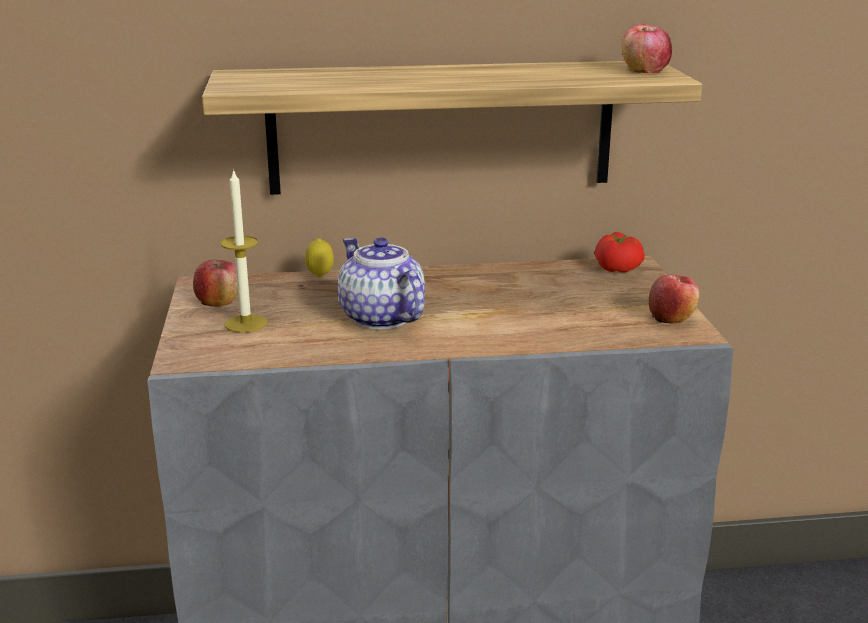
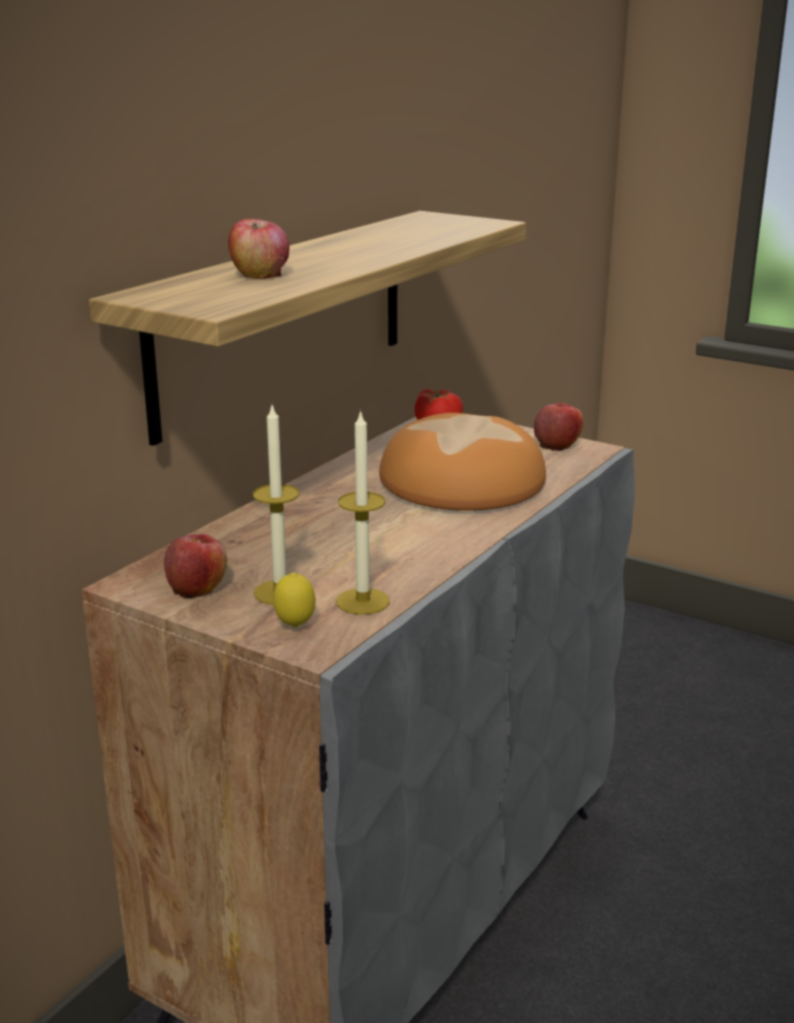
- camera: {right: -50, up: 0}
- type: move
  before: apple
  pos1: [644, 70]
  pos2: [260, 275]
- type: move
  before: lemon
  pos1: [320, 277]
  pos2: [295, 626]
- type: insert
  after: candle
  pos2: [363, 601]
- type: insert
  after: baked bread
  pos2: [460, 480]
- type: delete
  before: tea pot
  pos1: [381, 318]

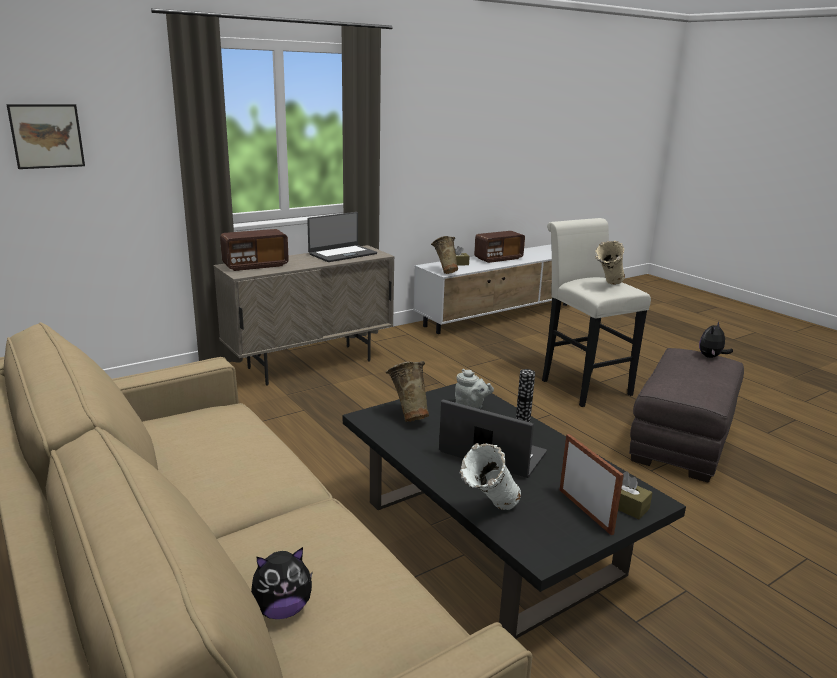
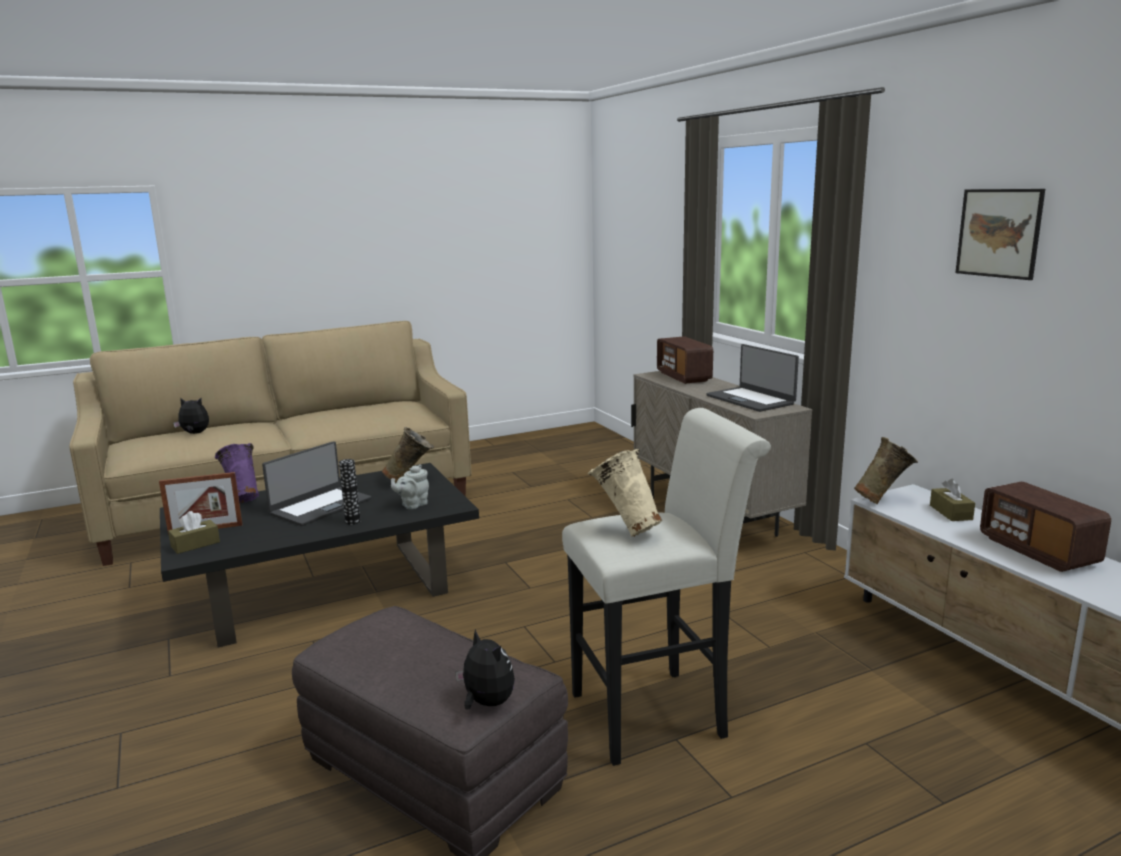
- camera: {right: 100, up: -5}
- type: rotate
  before: plush toy
  pos1: [282, 609]
  pos2: [194, 433]
  turn: 105
- type: recolor
  before: flower vase/white
  after: flower vase/purple
  pos1: [488, 513]
  pos2: [243, 499]
- type: move
  before: wall picture
  pos1: [47, 136]
  pos2: [999, 233]

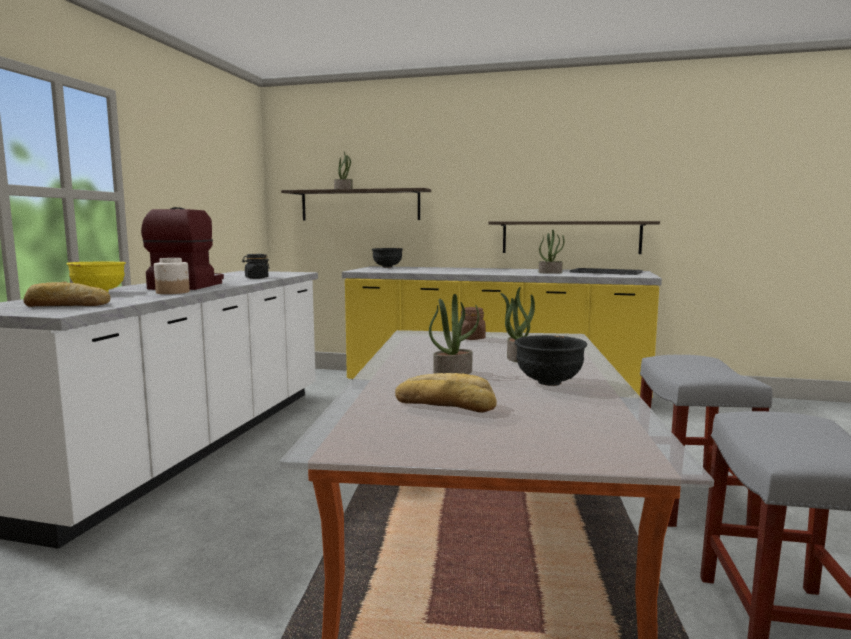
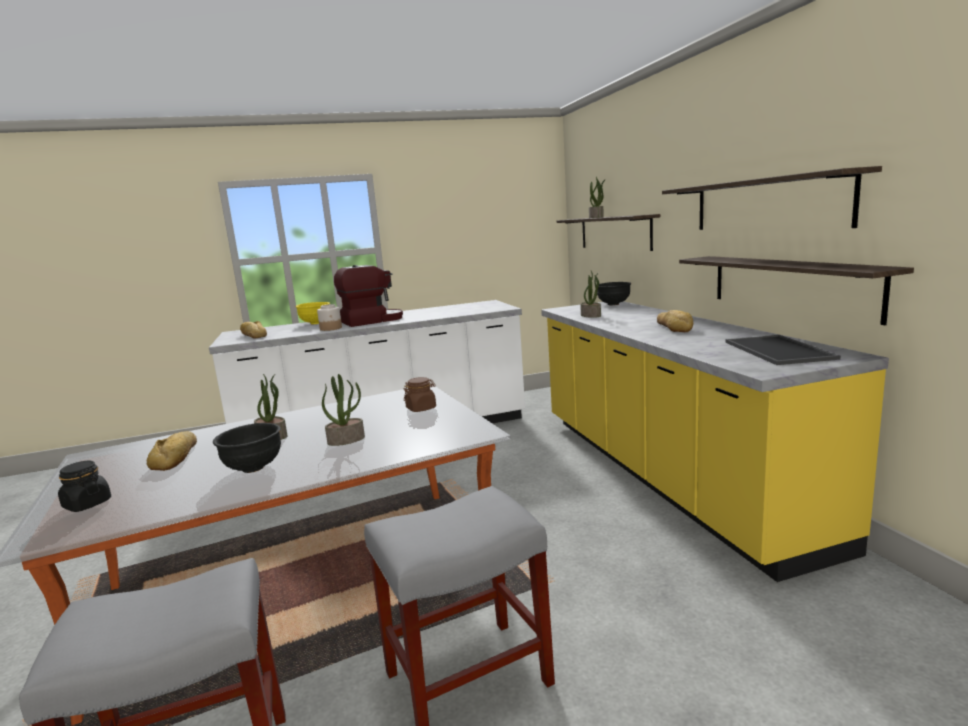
- camera: {right: 60, up: 5}
- type: move
  before: jar/blackish
  pos1: [256, 278]
  pos2: [87, 504]
- type: move
  before: houseplant
  pos1: [550, 272]
  pos2: [591, 315]
- type: insert
  after: baked bread
  pos2: [674, 327]
- type: insert
  after: shelf
  pos2: [767, 204]

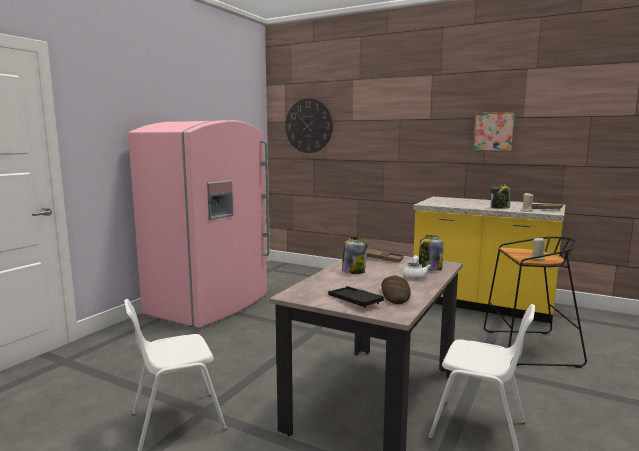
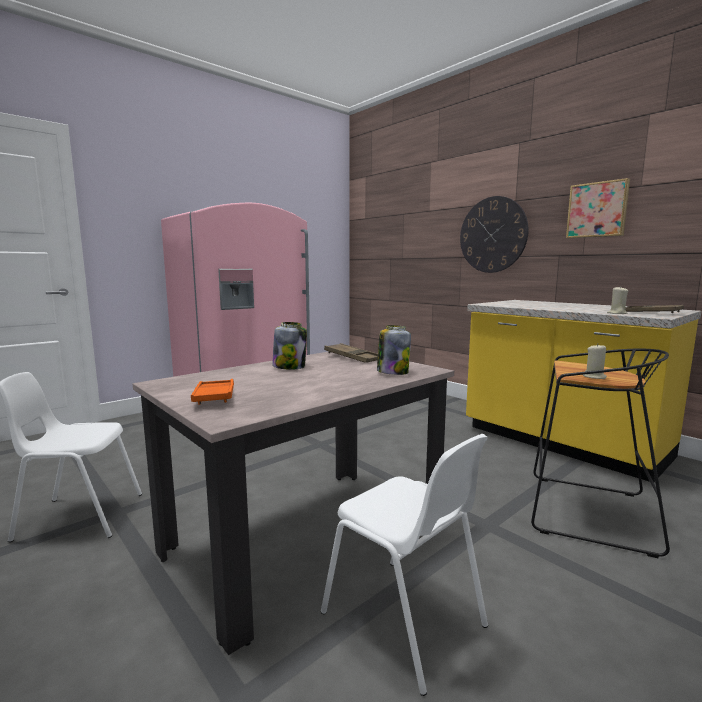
- camera: {right: 20, up: 0}
- type: recolor
  before: tray/blackish
  after: tray/orange-coloured
  pos1: [354, 301]
  pos2: [214, 396]
- type: move
  before: wall clock
  pos1: [308, 125]
  pos2: [492, 235]
- type: delete
  before: baked bread
  pos1: [395, 294]
- type: delete
  before: tea pot/white
  pos1: [415, 276]
- type: delete
  before: jar
  pos1: [499, 208]

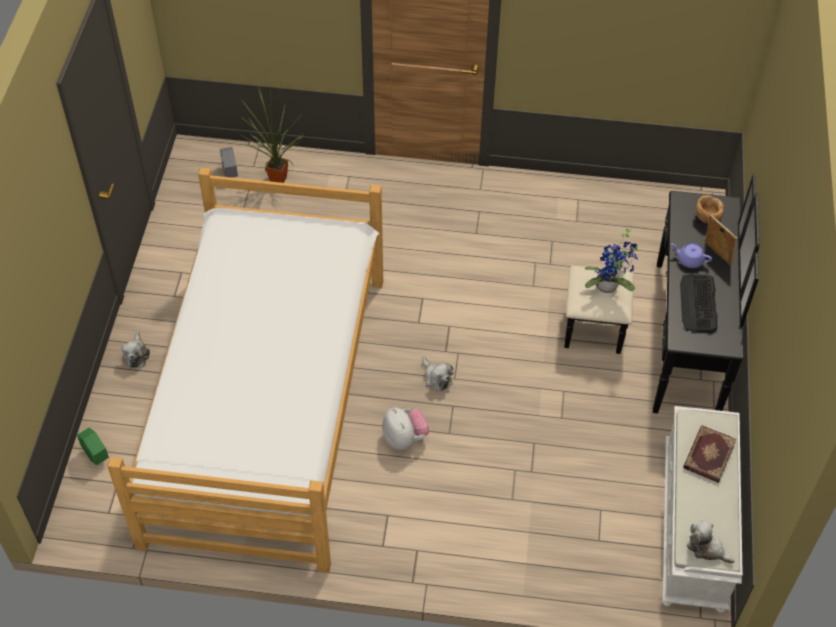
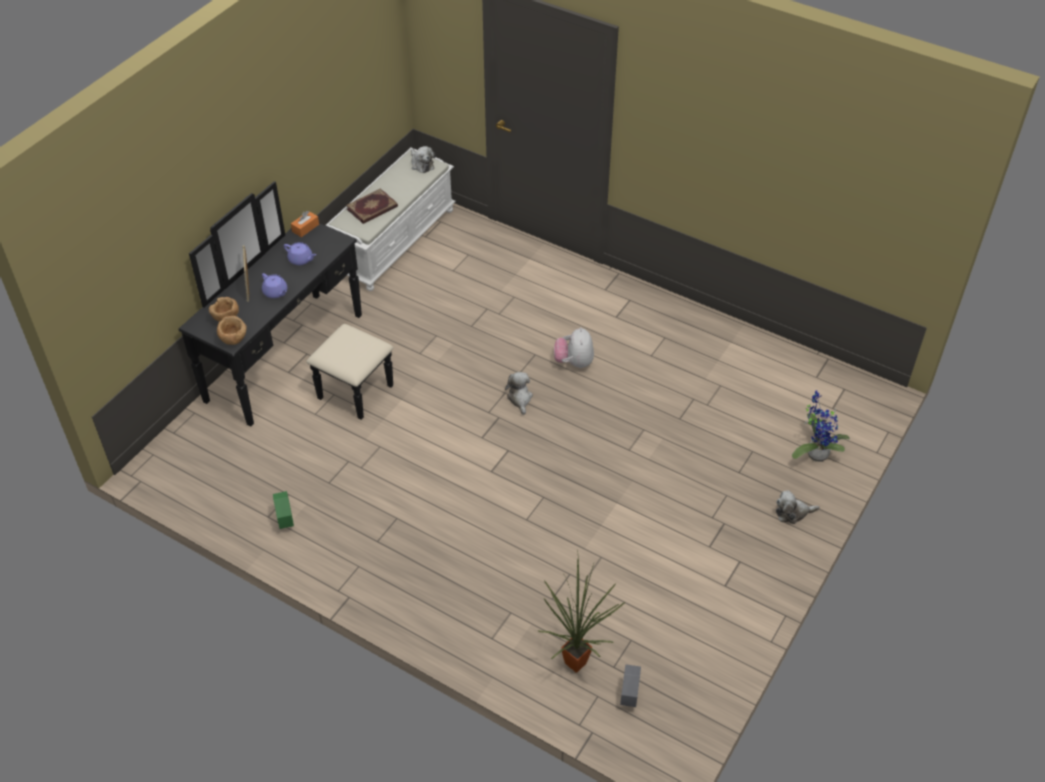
- camera: {right: -155, up: -5}
- type: insert
  after: serving bowl/brownish
  pos2: [234, 340]
- type: move
  before: flower pot/greenish
  pos1: [96, 456]
  pos2: [285, 521]
- type: replace
  before: keyboard
  after: tea pot/purple
  pos1: [698, 304]
  pos2: [301, 260]
- type: insert
  after: tissue holder/orange-coloured
  pos2: [305, 228]
- type: rotate
  before: plush toy
  pos1: [136, 354]
  pos2: [793, 513]
  turn: -120
- type: move
  before: houseplant
  pos1: [609, 287]
  pos2: [815, 453]
- type: delete
  before: sleeping bed
  pos1: [267, 406]

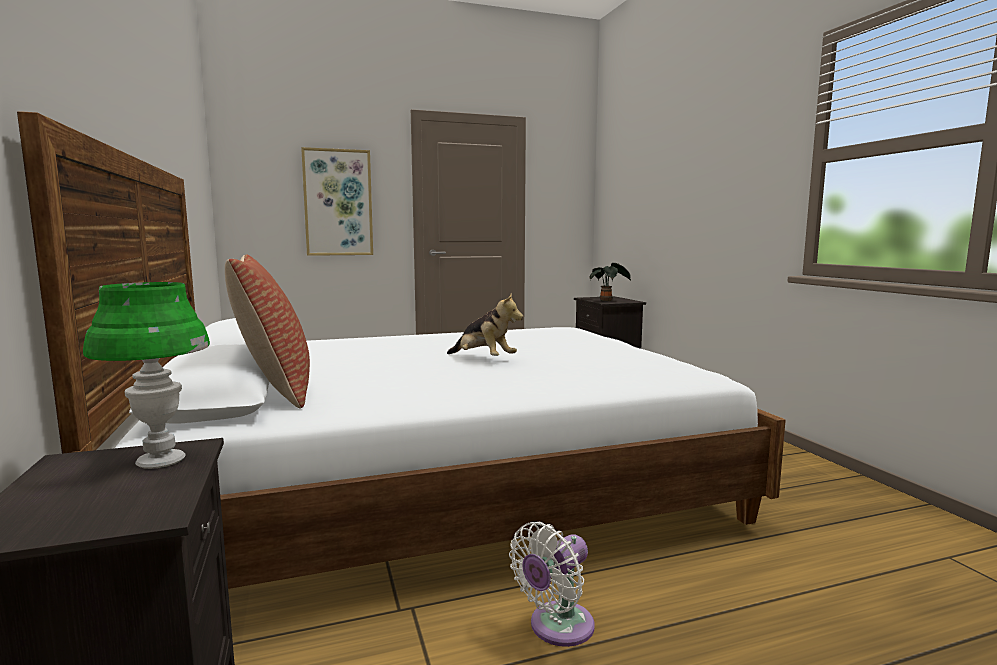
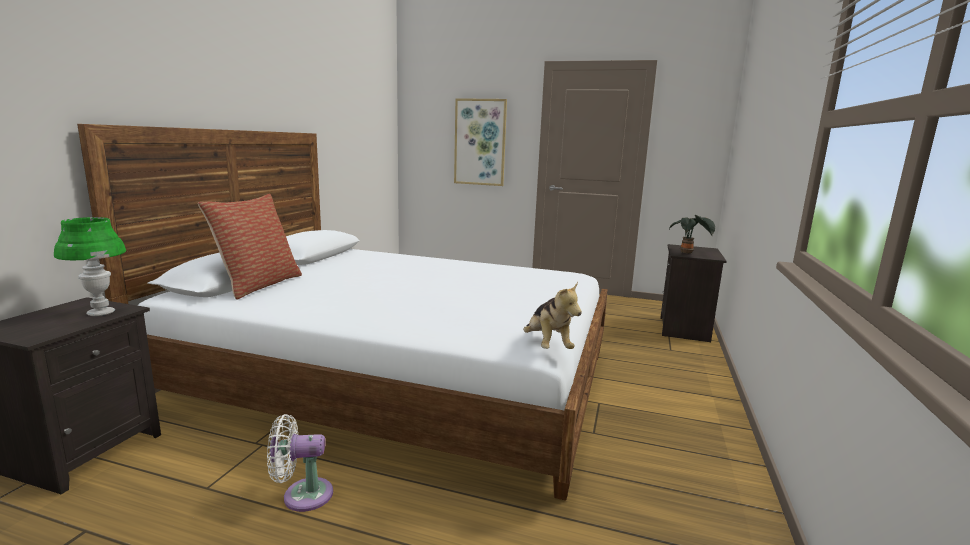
- camera: {right: 35, up: 5}
- type: move
  before: plush toy
  pos1: [483, 359]
  pos2: [547, 345]

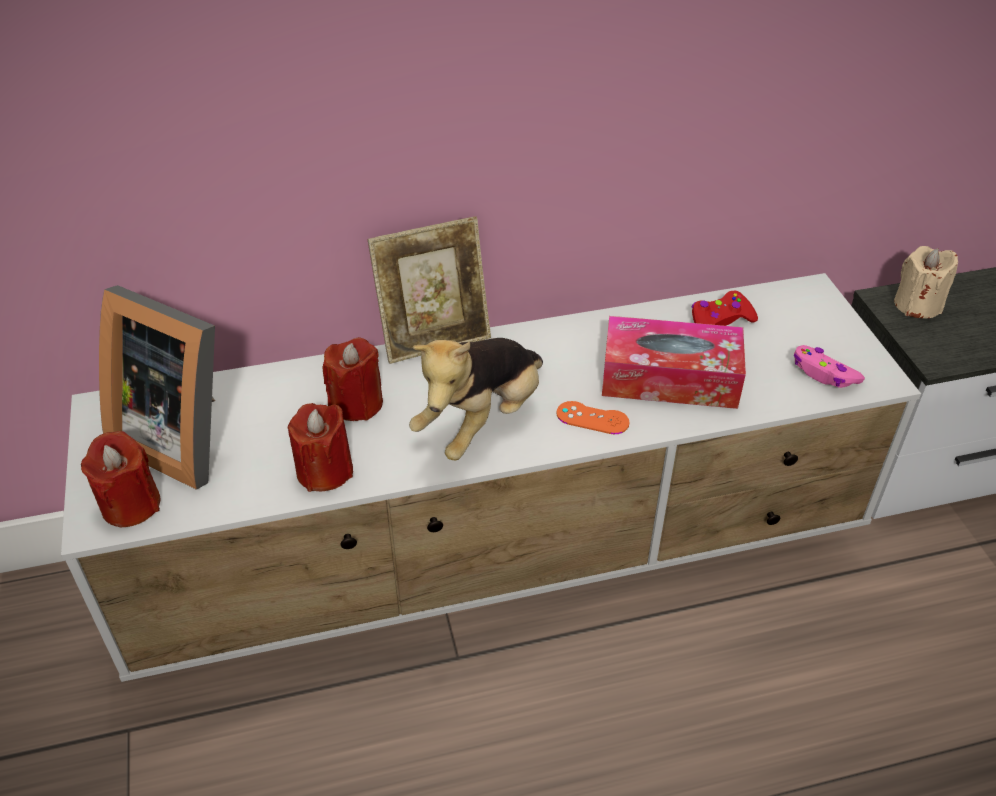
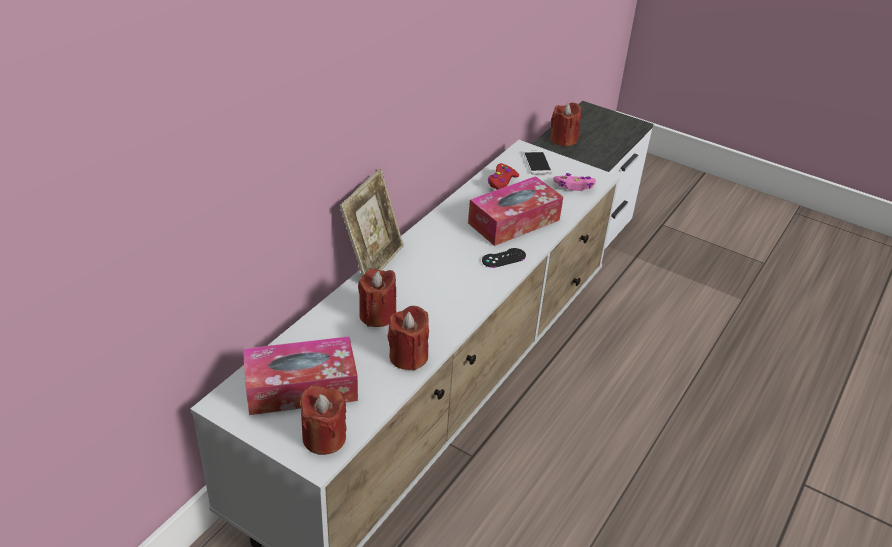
- camera: {right: -45, up: -5}
- type: replace
  before: standing frame
  after: tissue holder
  pos1: [182, 436]
  pos2: [301, 387]
- type: recolor
  before: gamepad/orange-coloured
  after: gamepad/blackish
  pos1: [592, 418]
  pos2: [503, 258]
- type: insert
  after: phone
  pos2: [537, 163]
- type: recolor
  before: candle/sand-coloured
  after: candle/red-coloured
  pos1: [917, 305]
  pos2: [563, 140]
- type: delete
  before: plush toy
  pos1: [481, 421]

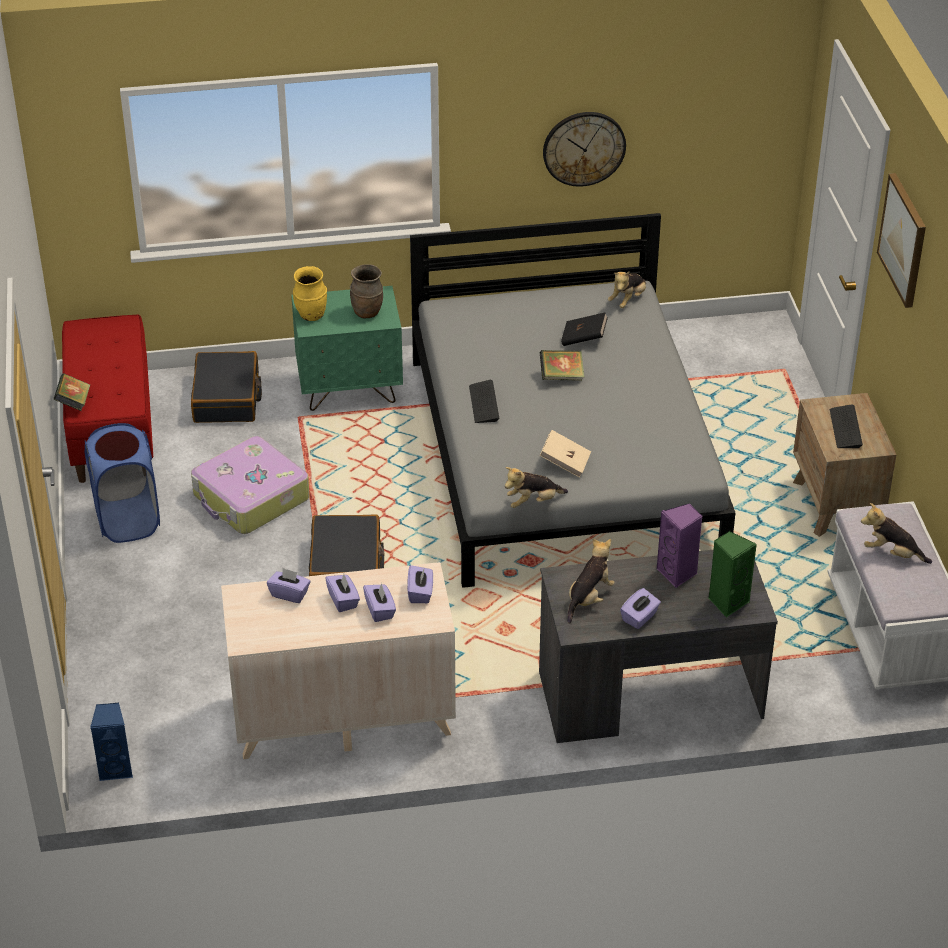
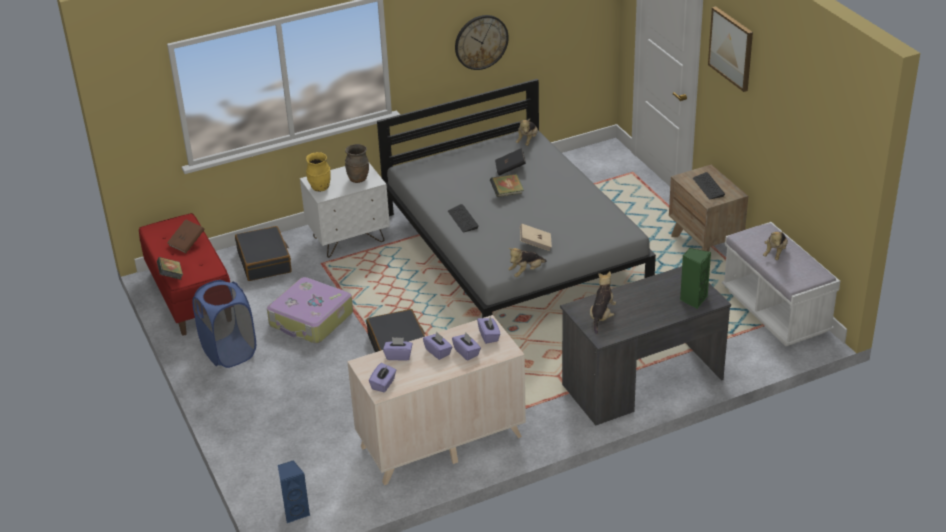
- camera: {right: -15, up: -5}
- type: insert
  after: book/brownish
  pos2: [187, 243]
- type: recolor
  before: bedside table/greenish
  after: bedside table/white
  pos1: [350, 389]
  pos2: [349, 239]
- type: move
  before: tissue holder/purple
  pos1: [640, 617]
  pos2: [383, 384]
- type: rotate
  before: plush toy
  pos1: [892, 553]
  pos2: [775, 253]
  turn: -75
- type: delete
  before: audio speaker/purple
  pos1: [678, 573]

